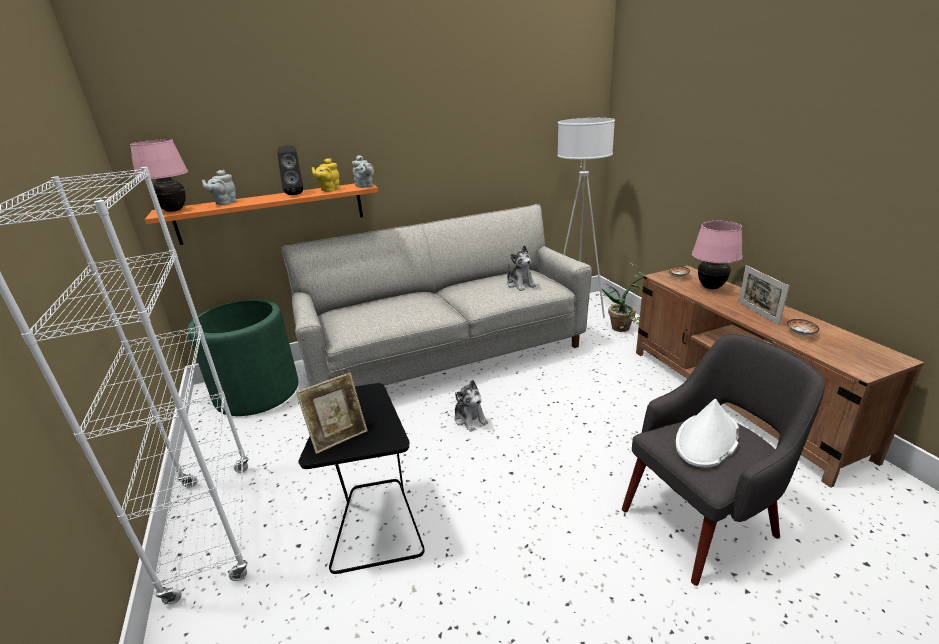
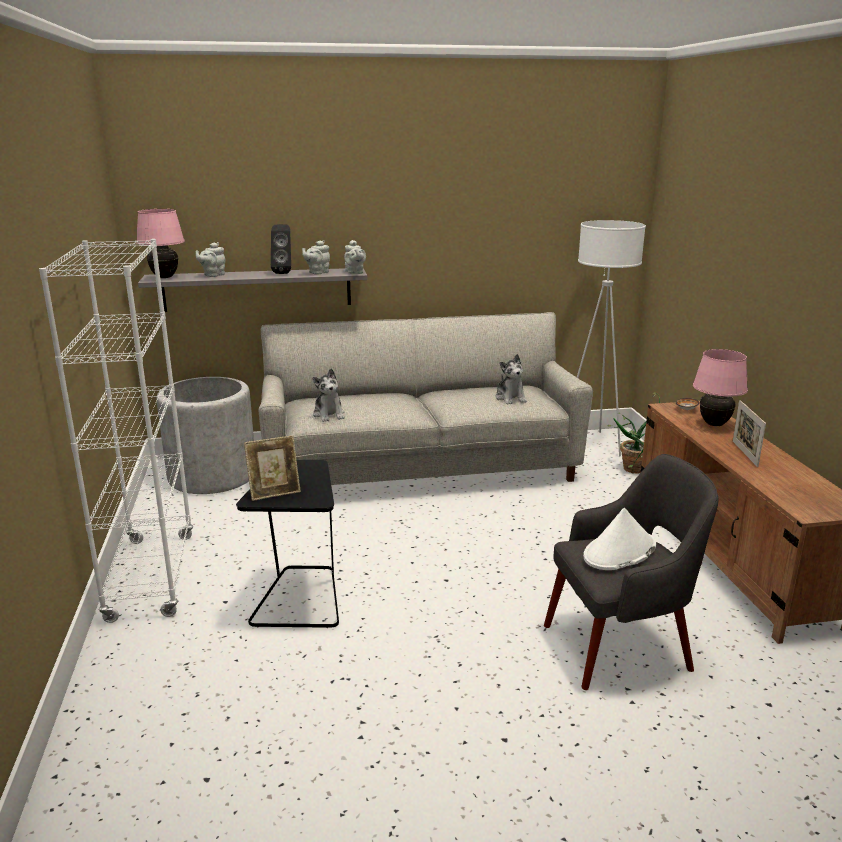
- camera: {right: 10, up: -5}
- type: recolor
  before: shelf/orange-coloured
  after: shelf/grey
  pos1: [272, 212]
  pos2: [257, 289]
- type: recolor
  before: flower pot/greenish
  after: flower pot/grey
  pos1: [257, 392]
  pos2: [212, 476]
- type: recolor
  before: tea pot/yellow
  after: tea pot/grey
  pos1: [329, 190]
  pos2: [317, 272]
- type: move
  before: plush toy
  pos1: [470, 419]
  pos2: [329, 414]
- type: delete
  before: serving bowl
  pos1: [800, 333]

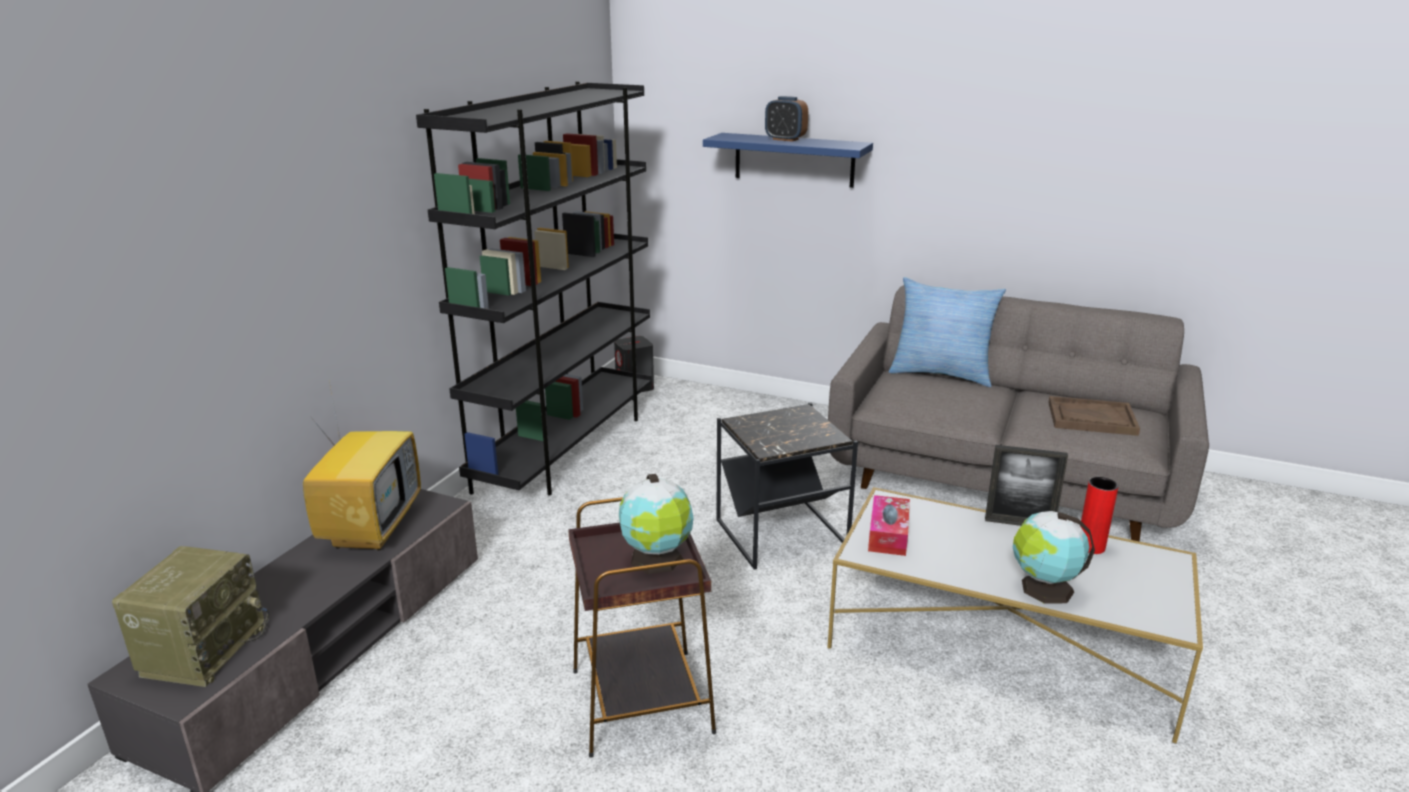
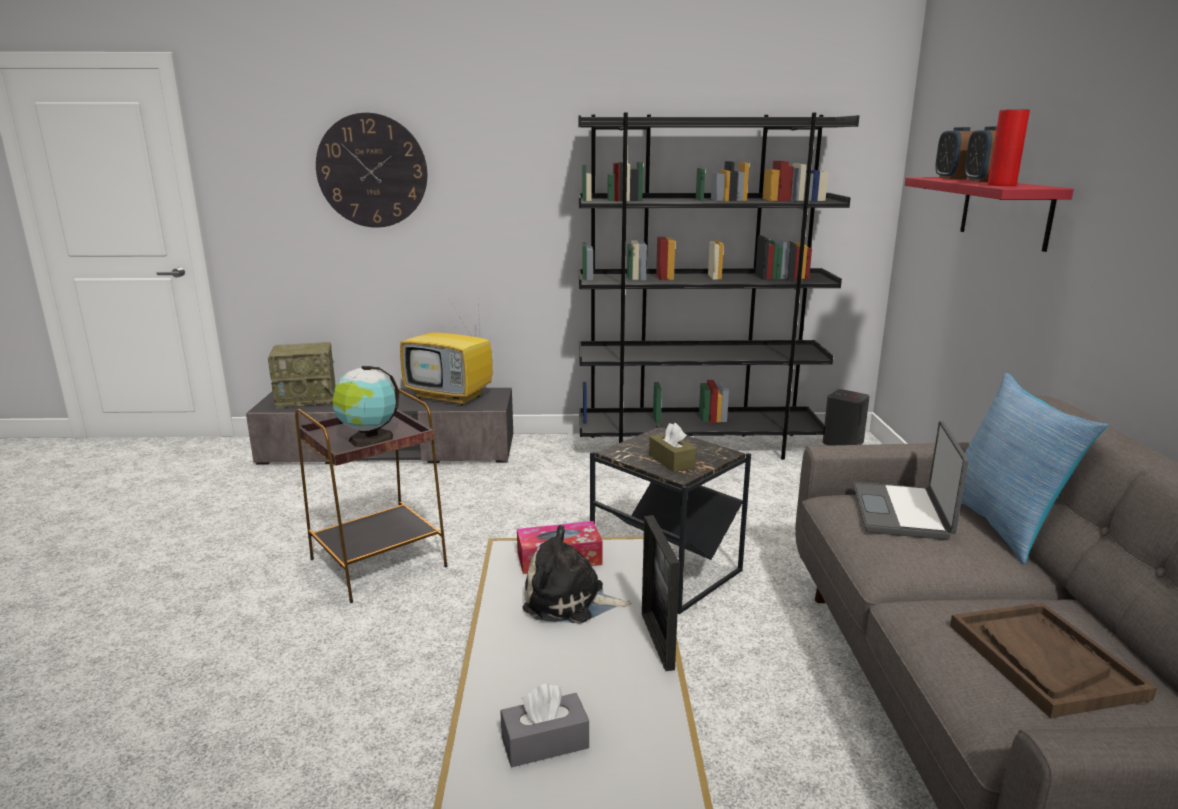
- camera: {right: 65, up: -5}
- type: insert
  after: wall clock
  pos2: [372, 171]
- type: rotate
  before: TV set
  pos1: [371, 527]
  pos2: [451, 397]
  turn: 45
- type: insert
  after: tissue holder/grey
  pos2: [545, 743]
- type: insert
  after: plush toy
  pos2: [570, 601]
- type: insert
  after: tissue holder/brownish
  pos2: [671, 461]
- type: insert
  after: laptop
  pos2: [902, 512]
- type: recolor
  before: shelf/blue
  after: shelf/red-coloured
  pos1: [794, 160]
  pos2: [1005, 211]
- type: insert
  after: table clock
  pos2: [952, 178]
- type: move
  before: flower vase/red-coloured
  pos1: [1090, 547]
  pos2: [1001, 185]
- type: delete
  before: world globe
  pos1: [1043, 589]

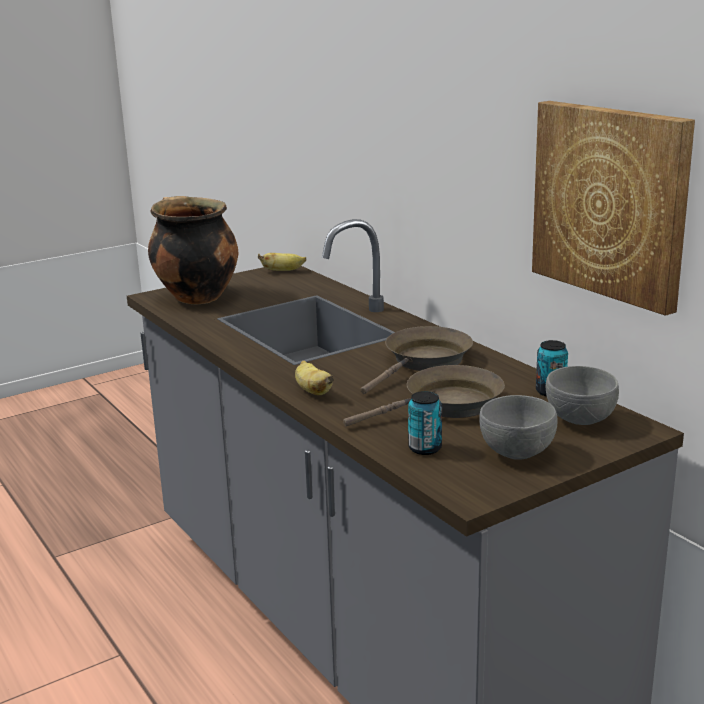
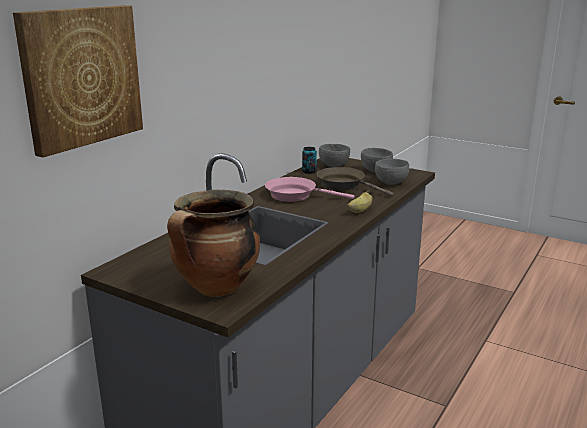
- camera: {right: -115, up: 0}
- type: move
  before: wall picture
  pos1: [611, 202]
  pos2: [81, 77]
- type: recolor
  before: frying pan/brownish
  after: frying pan/pinkish
  pos1: [424, 362]
  pos2: [295, 195]
- type: replace
  before: can
  after: serving bowl/grey
  pos1: [425, 448]
  pos2: [391, 183]
- type: delete
  before: banana fruit
  pos1: [283, 271]

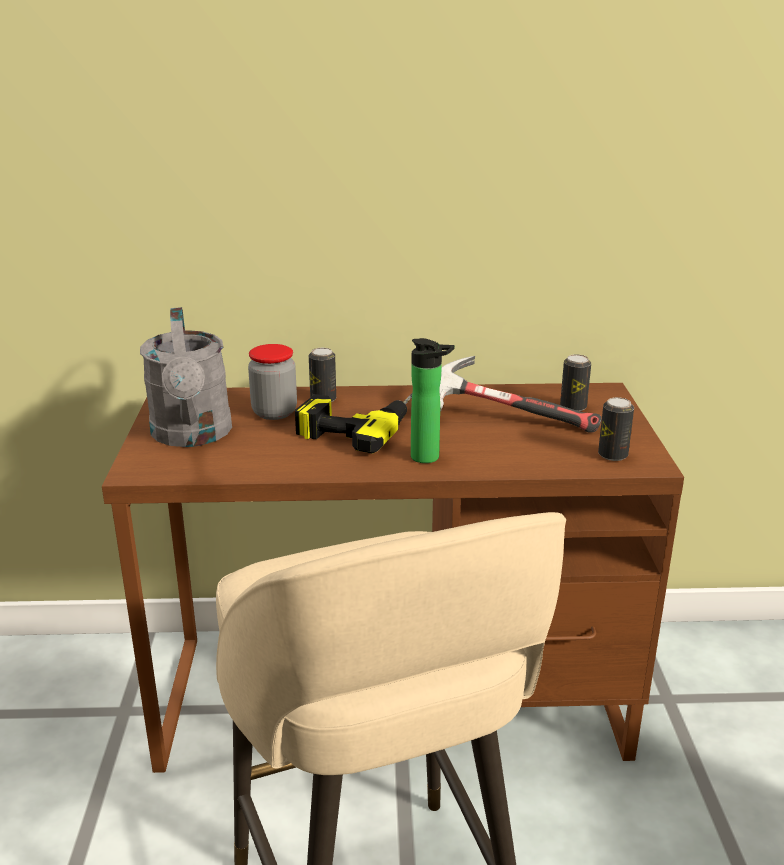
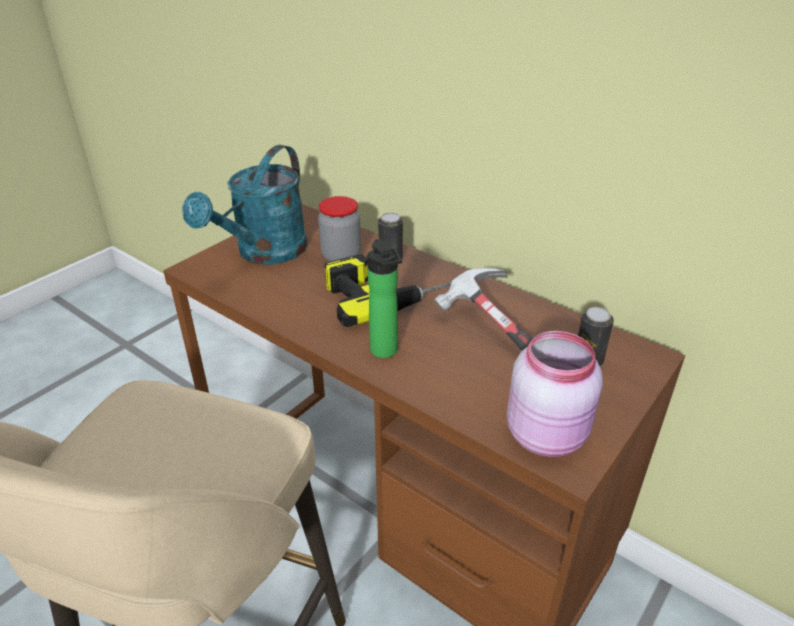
- camera: {right: 40, up: 10}
- type: recolor
  before: watering can/grey
  after: watering can/turquoise
  pos1: [192, 435]
  pos2: [264, 253]
- type: replace
  before: can
  after: jar/pinkish
  pos1: [613, 455]
  pos2: [547, 434]

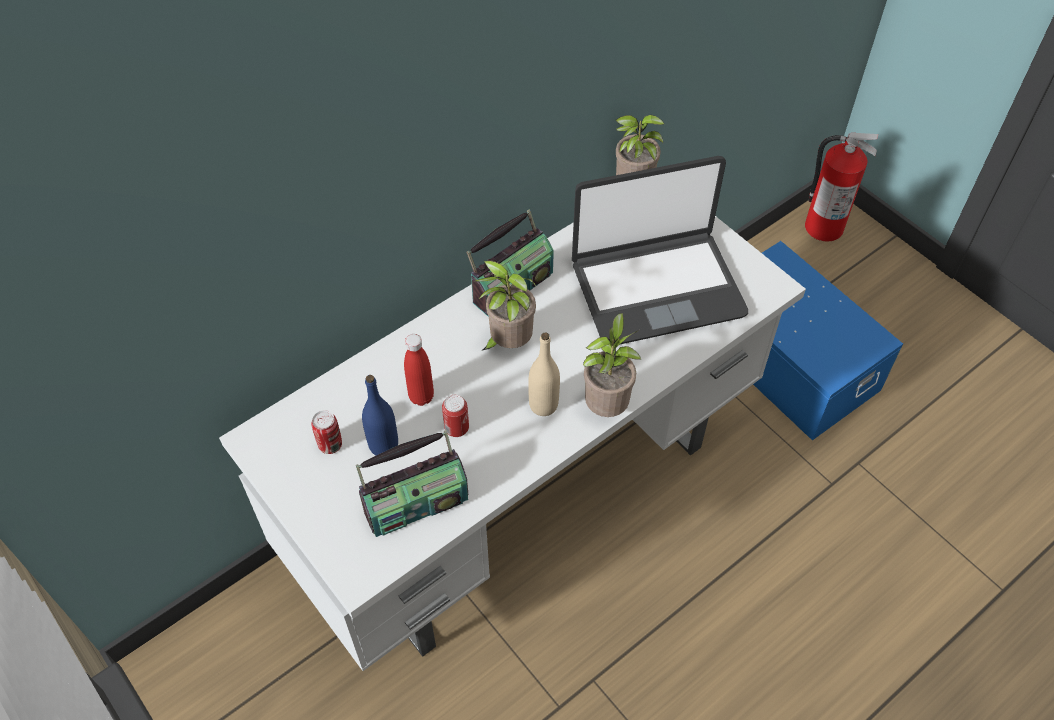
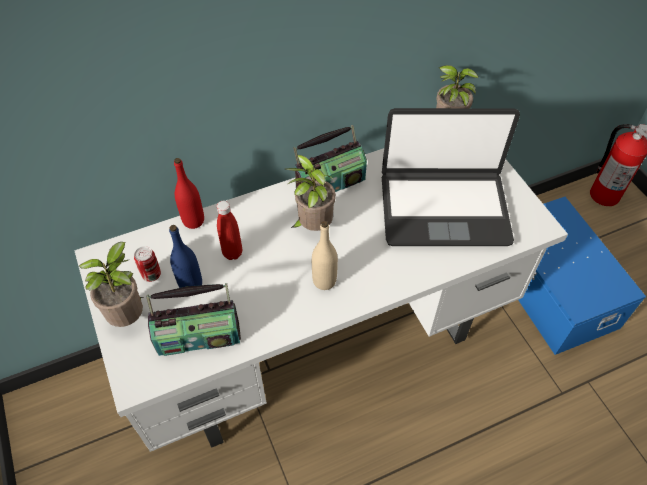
- camera: {right: 15, up: 0}
- type: move
  before: houseplant
  pos1: [607, 406]
  pos2: [130, 316]
- type: insert
  after: drink bottle/red-coloured
  pos2: [193, 221]
- type: delete
  before: can
  pos1: [456, 428]

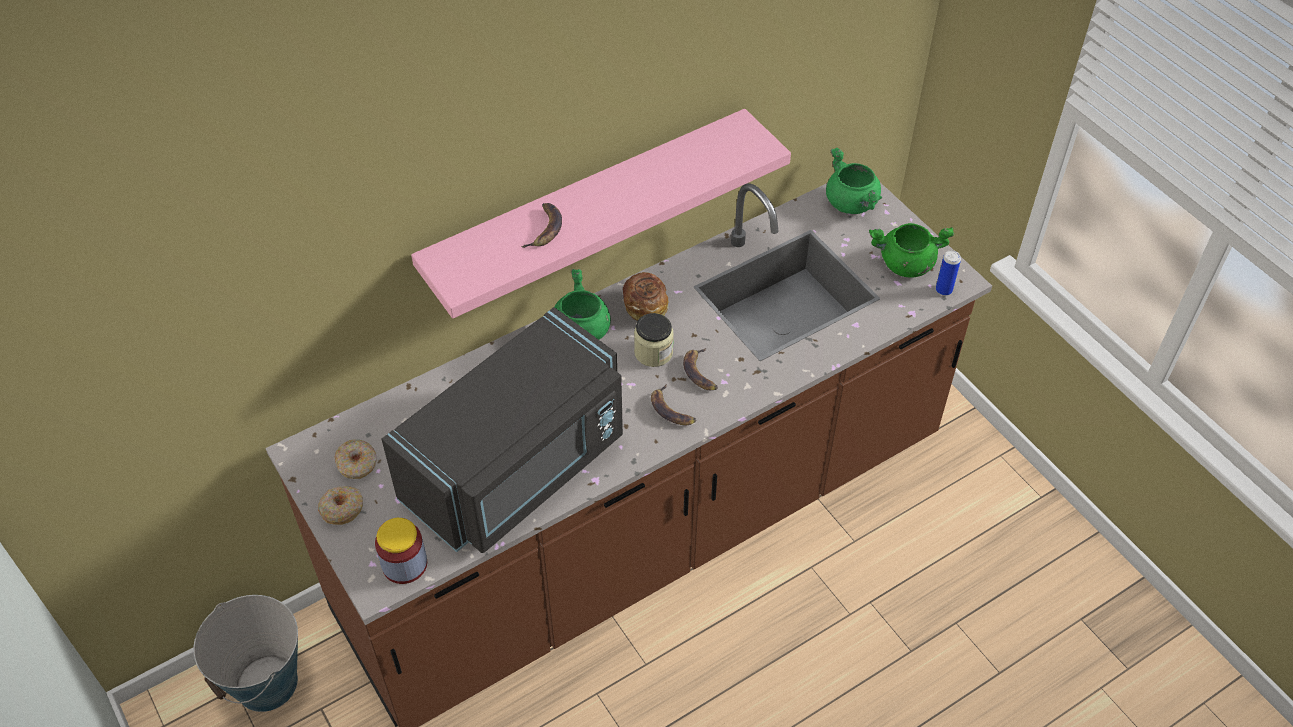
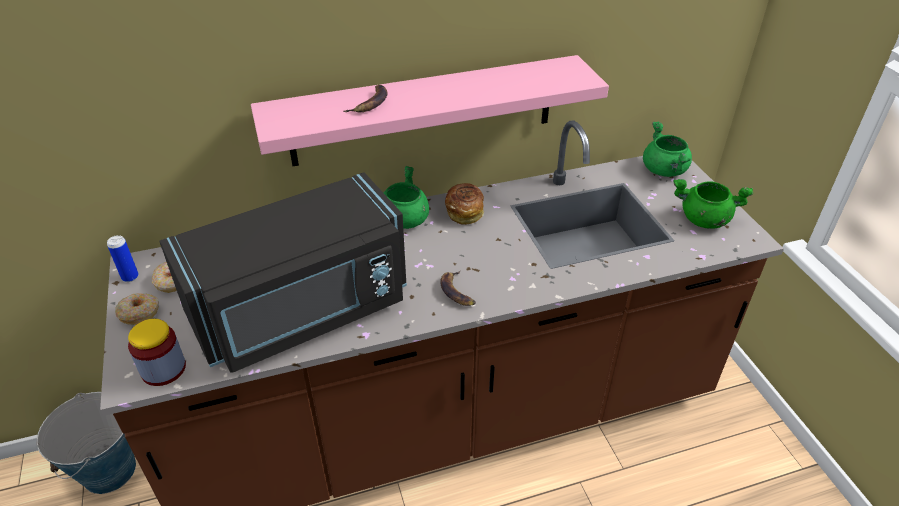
- camera: {right: 15, up: -10}
- type: move
  before: can
  pos1: [943, 290]
  pos2: [130, 277]
- type: delete
  before: jar
  pos1: [653, 352]
- type: delete
  before: banana fruit
  pos1: [700, 372]

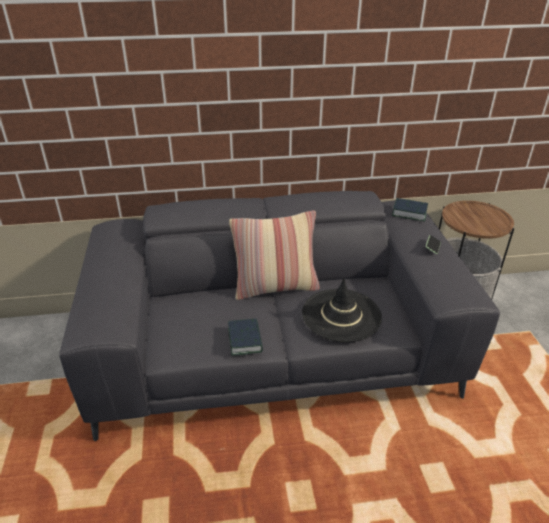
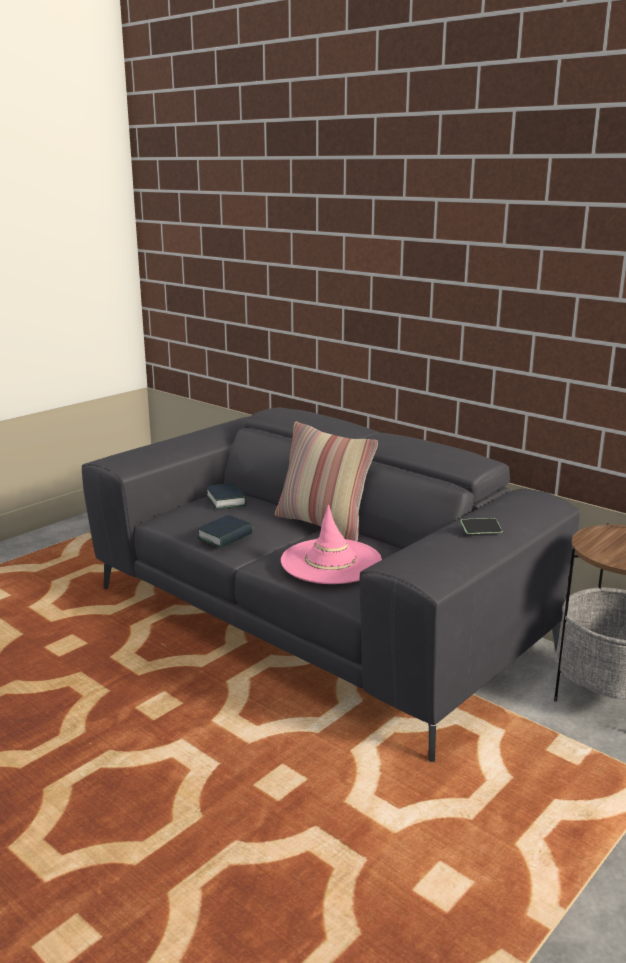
- camera: {right: 50, up: -15}
- type: move
  before: book
  pos1: [409, 213]
  pos2: [226, 501]
- type: recolor
  before: hat/blackish
  after: hat/pinkish
  pos1: [341, 315]
  pos2: [331, 562]

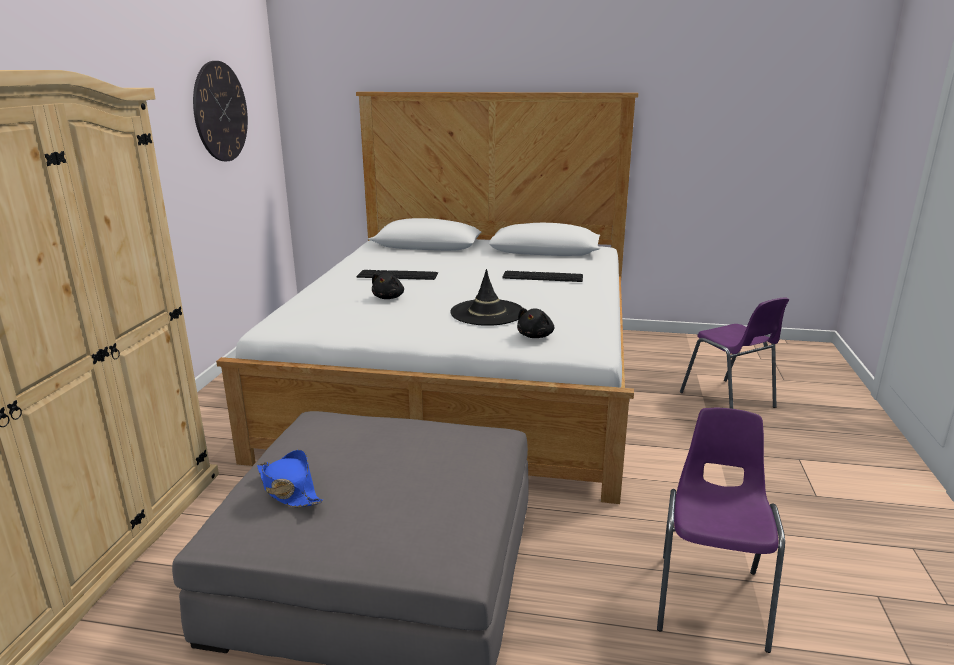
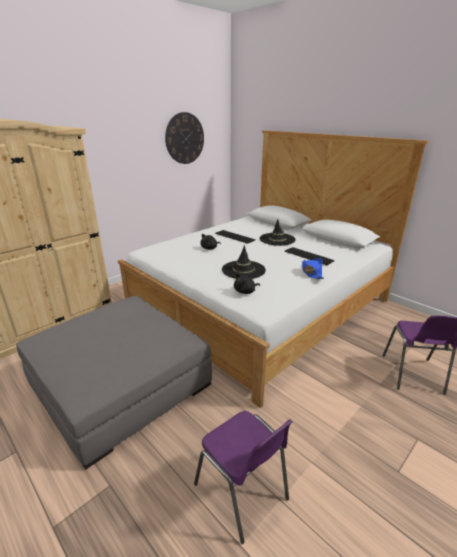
- camera: {right: 35, up: 5}
- type: rotate
  before: chair/purple
  pos1: [711, 598]
  pos2: [242, 493]
  turn: 90
- type: insert
  after: hat/blackish
  pos2: [277, 239]
- type: move
  before: hat/blue
  pos1: [288, 490]
  pos2: [311, 272]

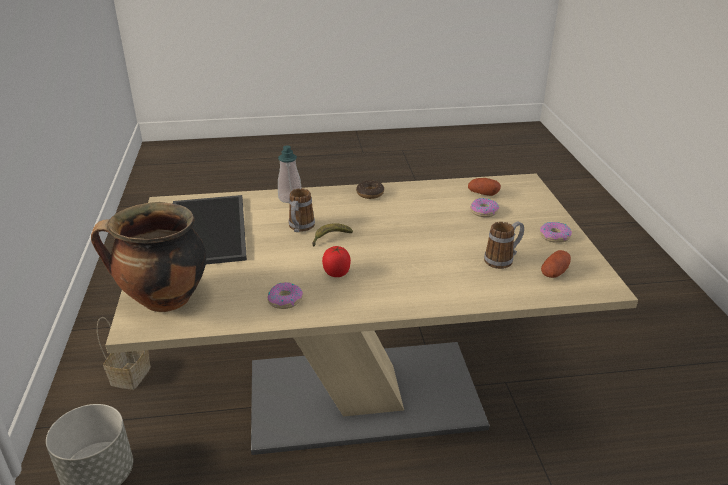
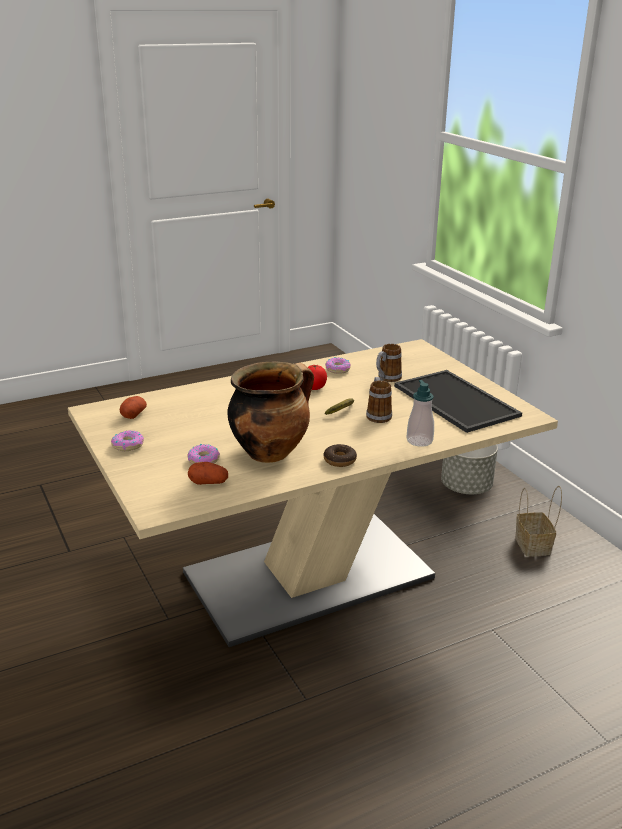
- camera: {right: 160, up: -5}
- type: move
  before: stockpot
  pos1: [164, 301]
  pos2: [270, 452]
- type: move
  before: mug
  pos1: [503, 259]
  pos2: [386, 379]

